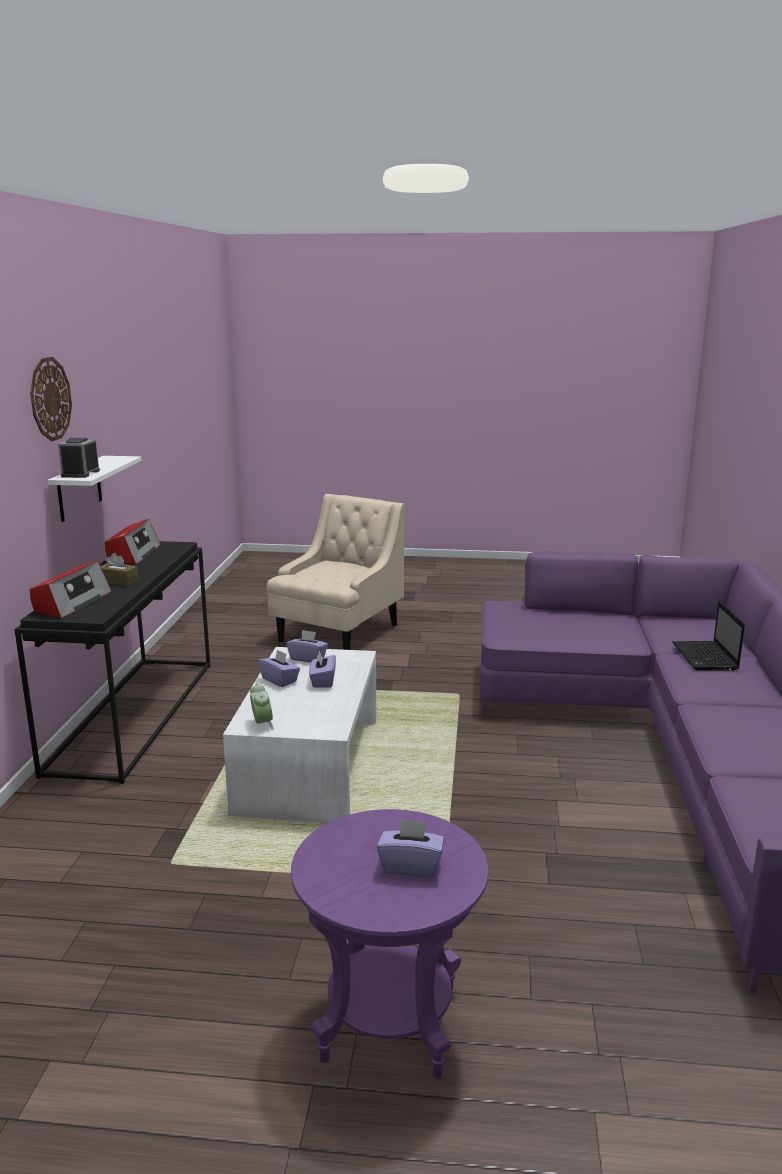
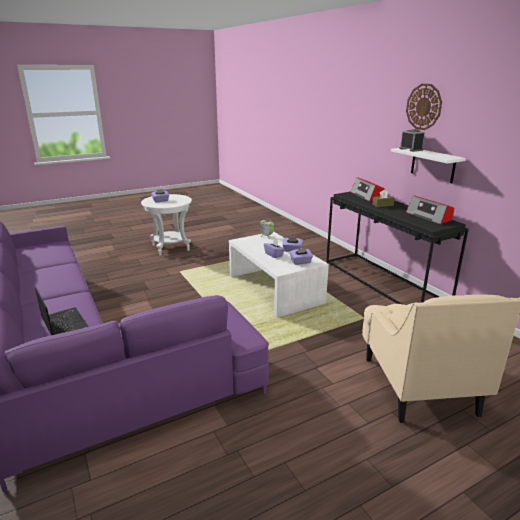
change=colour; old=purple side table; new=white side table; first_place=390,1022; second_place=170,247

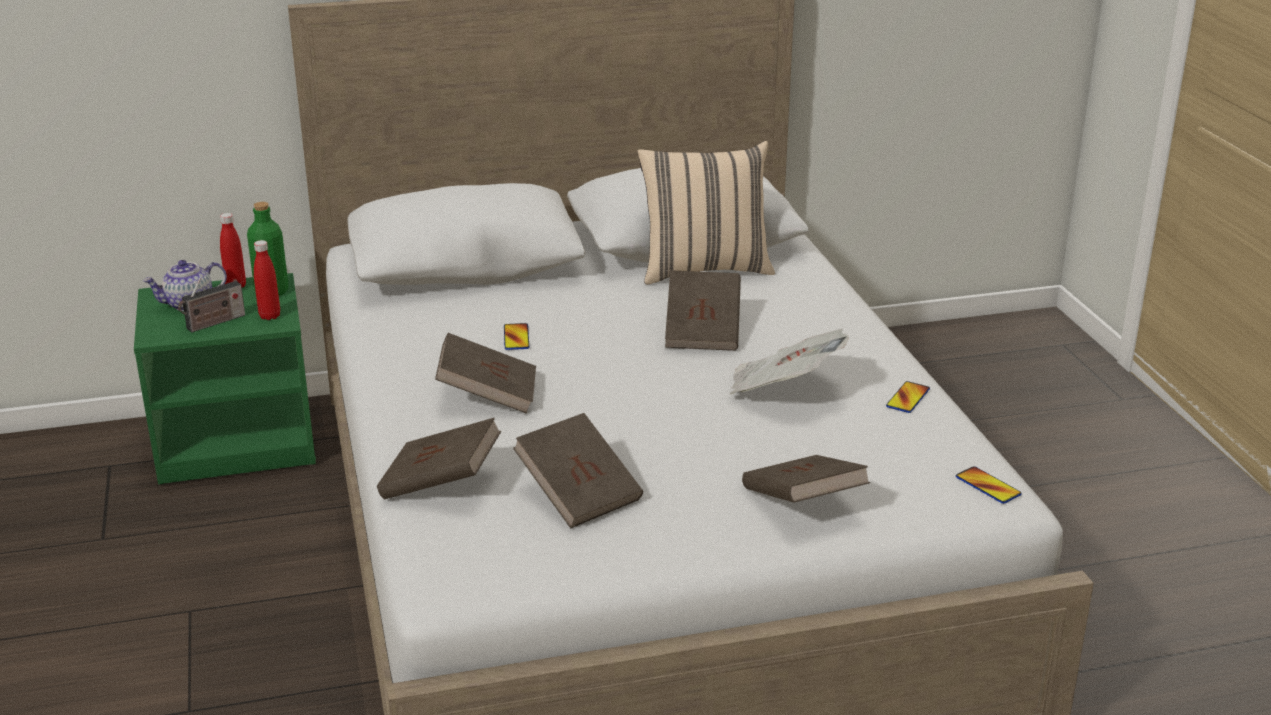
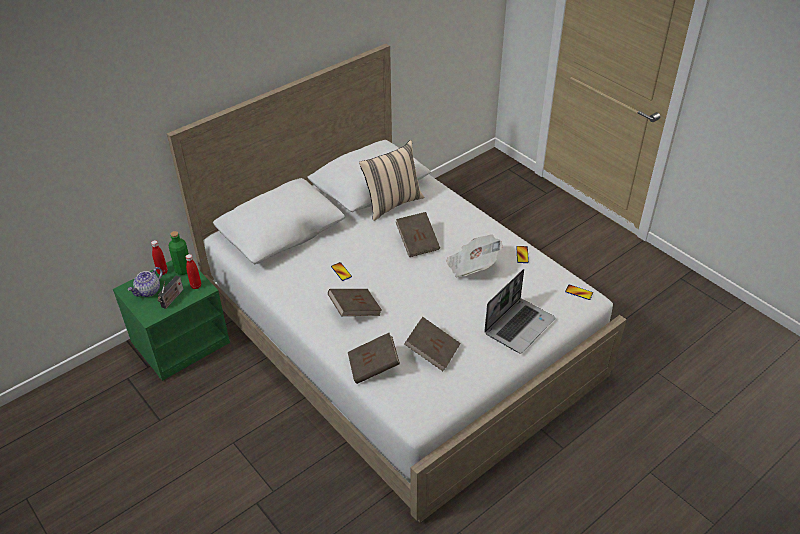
change=exchanged; old=brown book; new=laptop; first_place=802,503; second_place=519,325

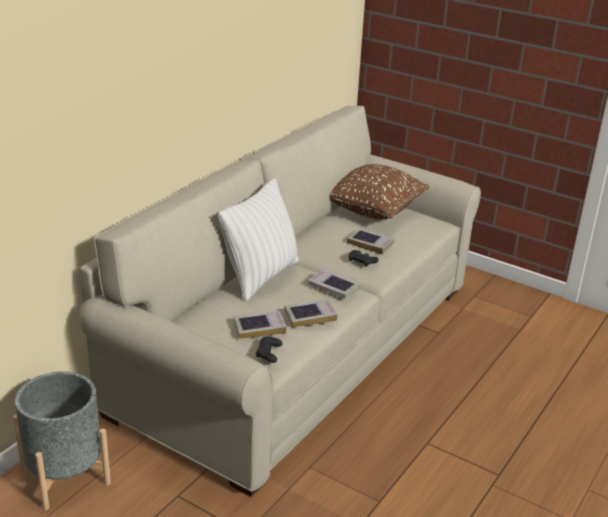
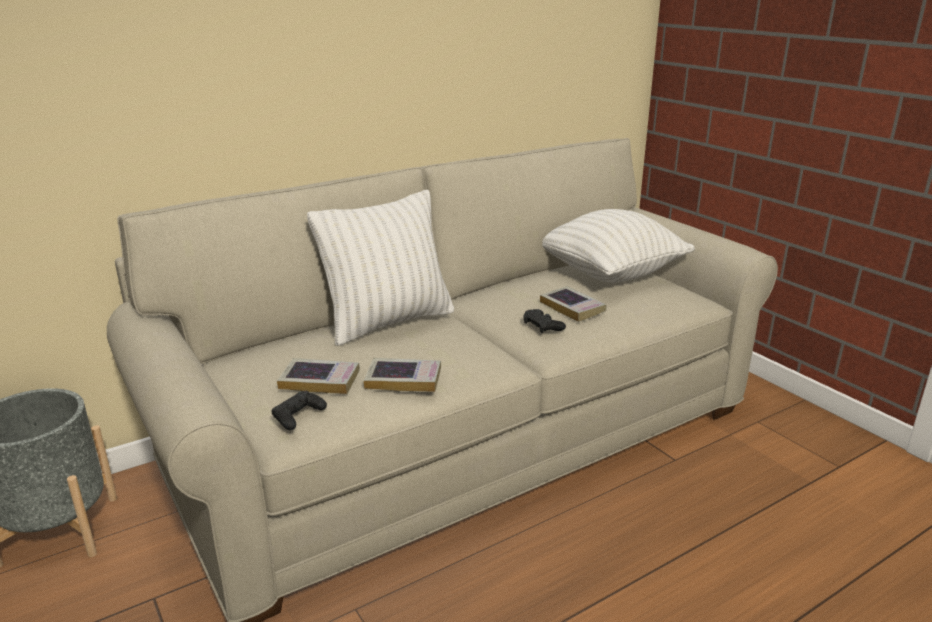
change=colour; old=brown pillow; new=white pillow; first_place=373,211; second_place=609,274
change=missing; old=book; first_place=333,288

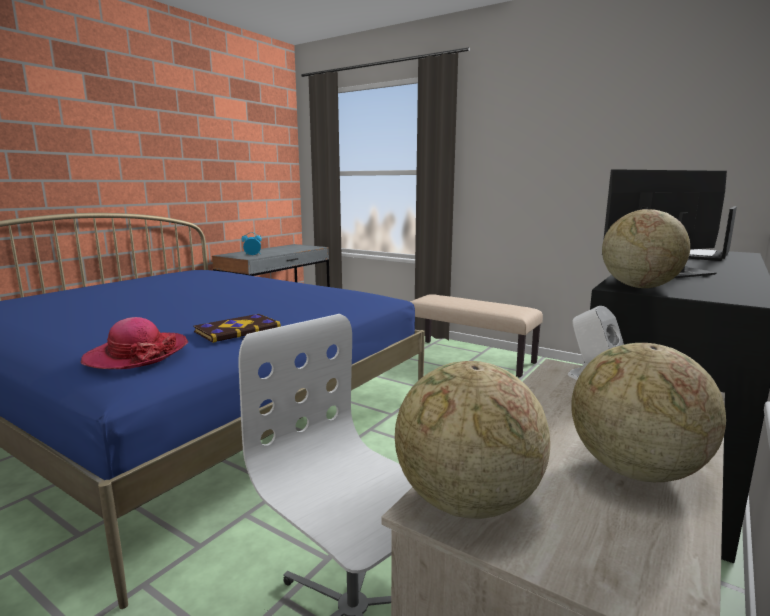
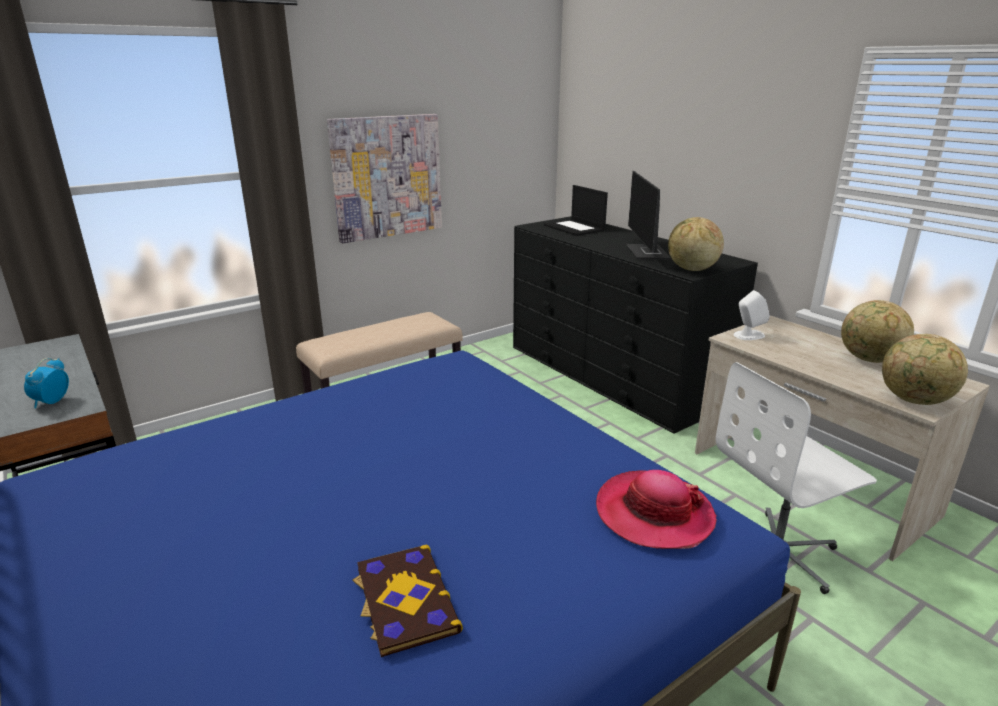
change=relocated; old=book; first_place=237,330; second_place=404,600
change=appeared; new=picture; second_place=387,177

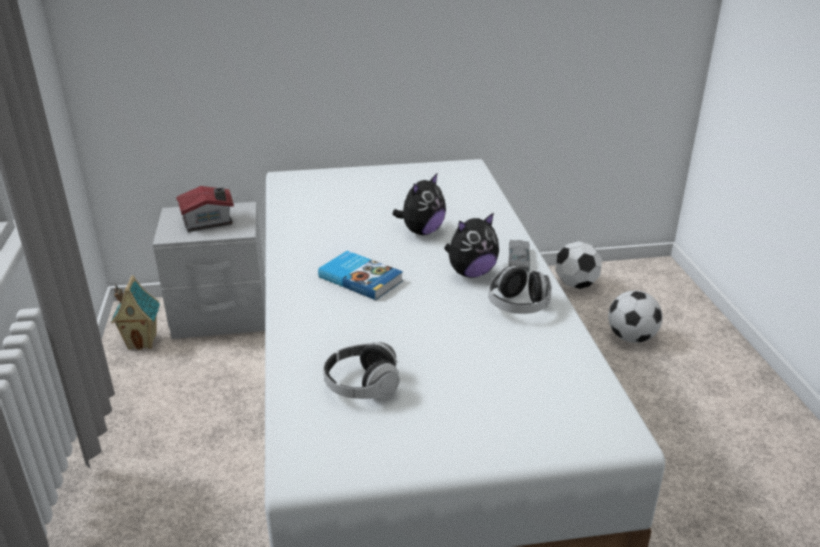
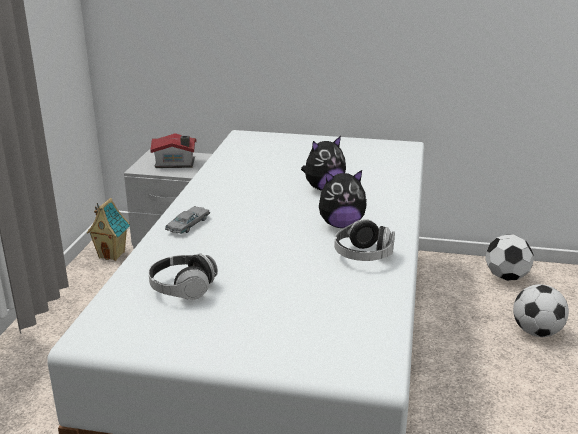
change=relocated; old=grey toy car; first_place=518,260; second_place=189,225
change=missing; old=book; first_place=361,278

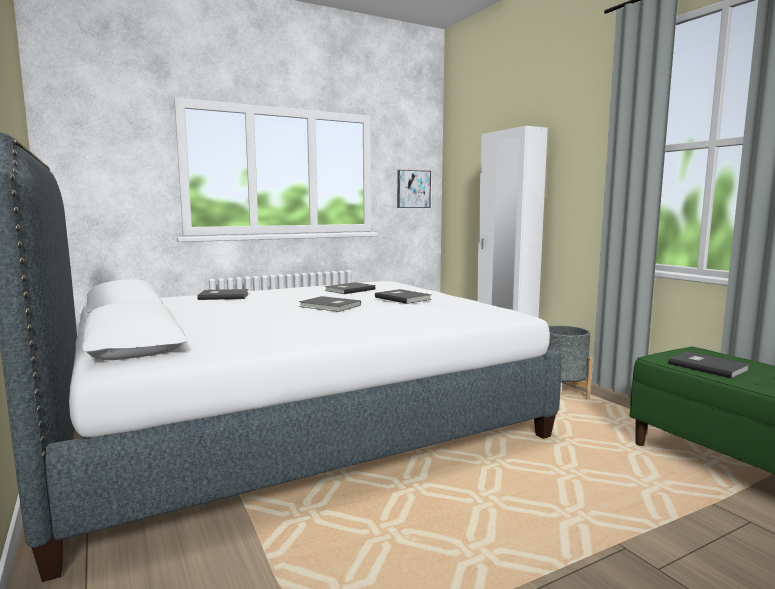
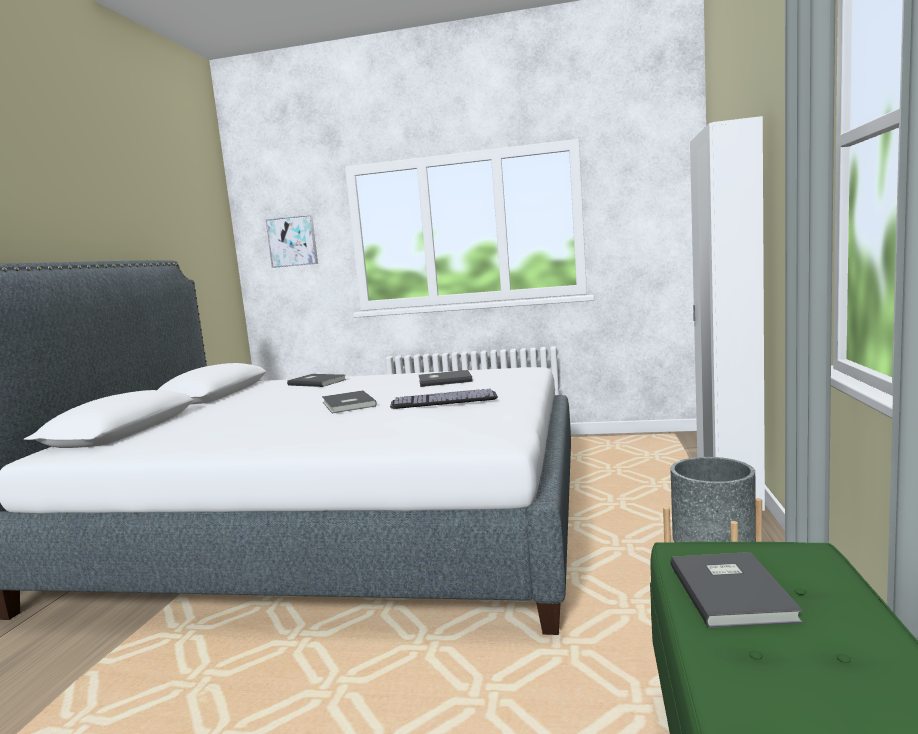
change=relocated; old=picture; first_place=413,189; second_place=293,241
change=exchanged; old=grey book; new=keyboard; first_place=403,298; second_place=444,399

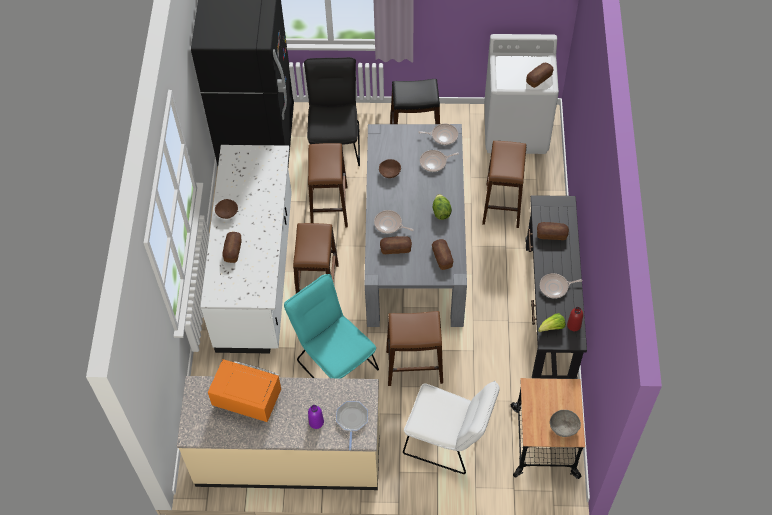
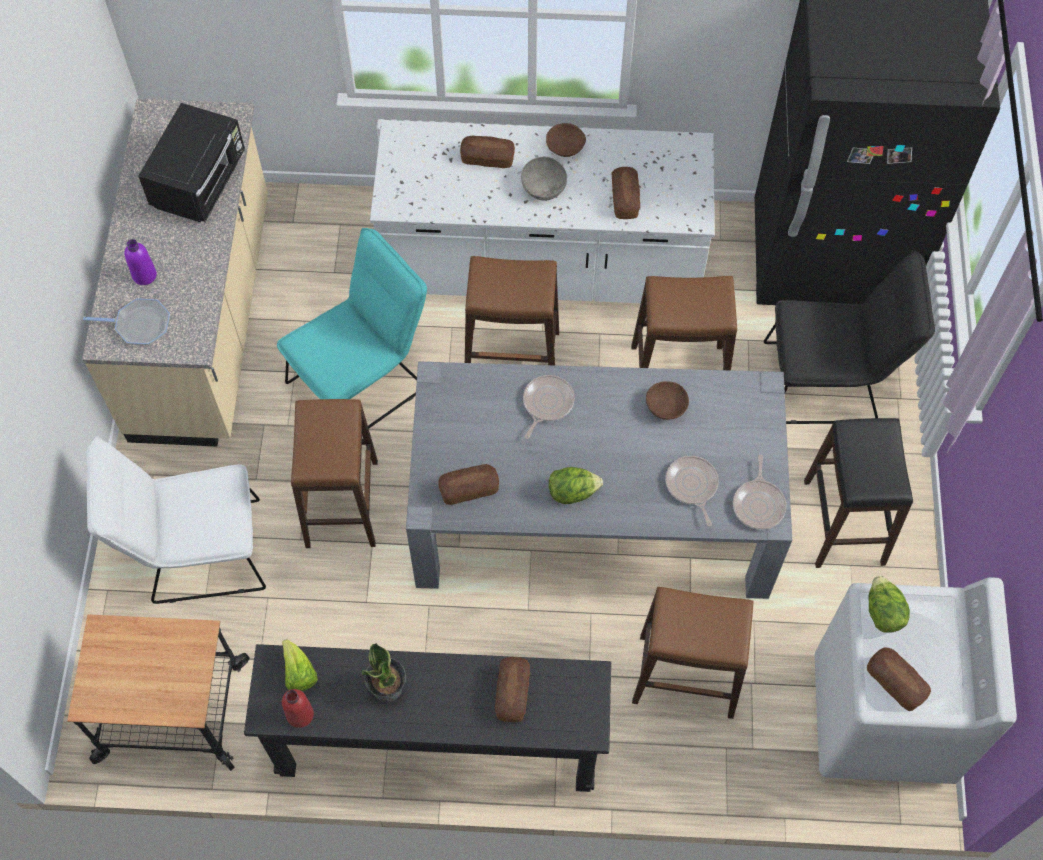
change=relocated; old=bread; first_place=395,248; second_place=624,199
change=exchanged; old=frying pan; new=potted plant; first_place=555,287; second_place=388,688
change=colour; old=orange microwave; new=black microwave; first_place=247,398; second_place=201,182
change=spun; old=white chair; first_place=449,441; second_place=196,552; degrees=60
change=relocated; old=grey bowl; first_place=564,427; second_place=543,187
change=appeared; new=lettuce; second_place=882,612

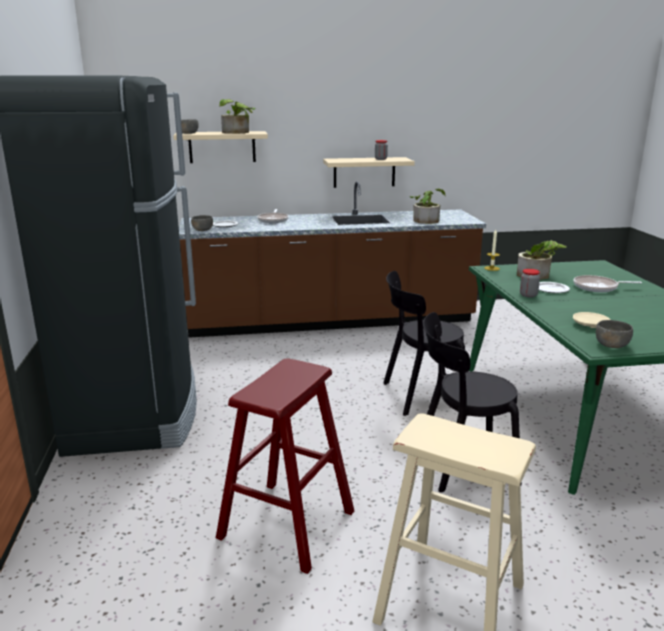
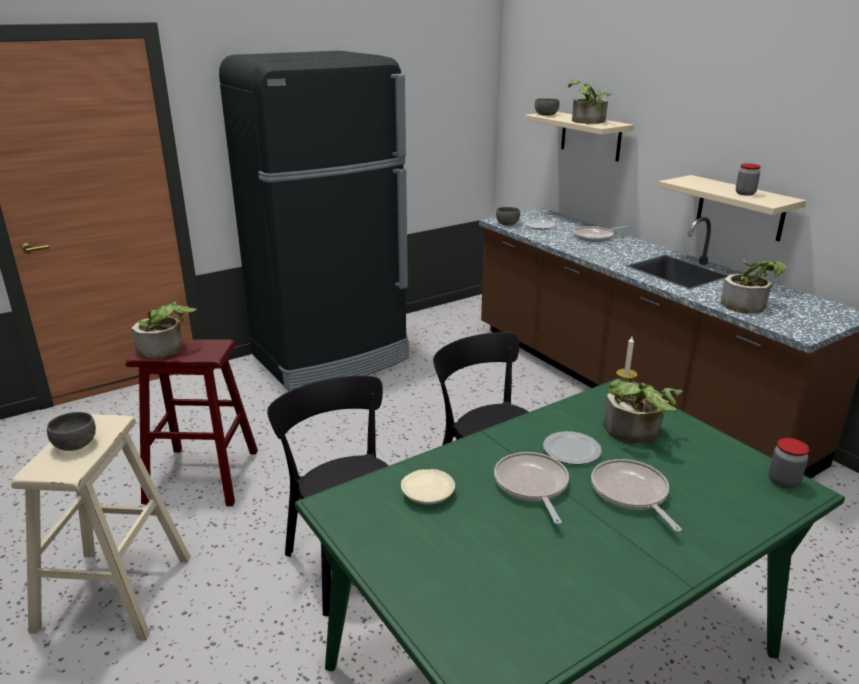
change=relocated; old=jar; first_place=528,295; second_place=783,481
change=relocated; old=grey bowl; first_place=611,345; second_place=74,444
change=appeared; new=potted plant; second_place=167,349
change=appeared; new=frying pan; second_place=532,486

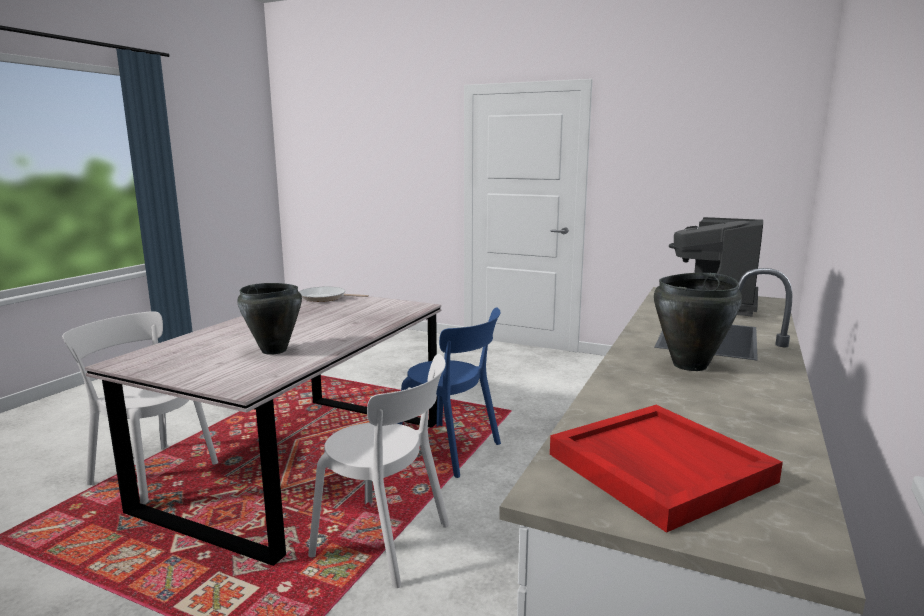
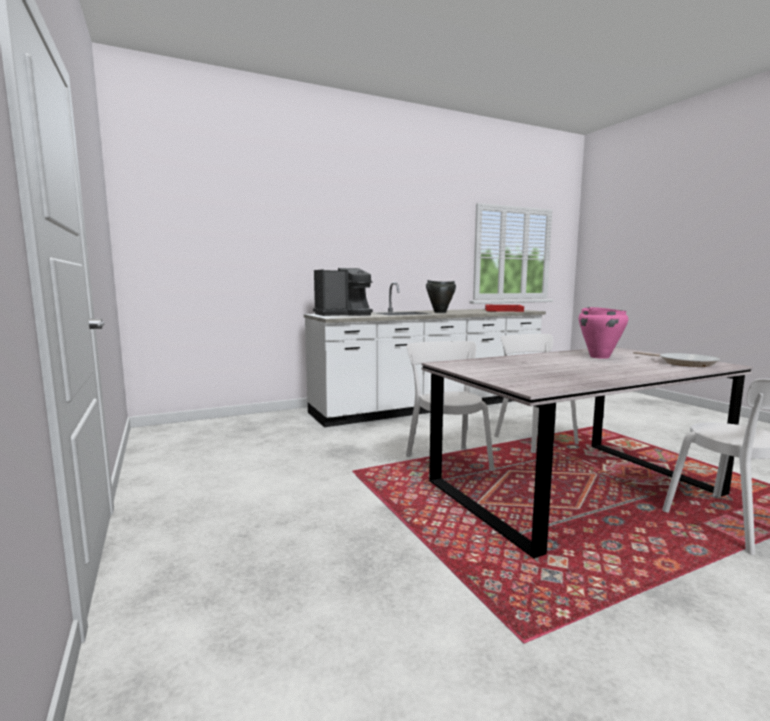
change=colour; old=black cooking pot; new=pink cooking pot; first_place=274,351; second_place=599,357
change=relocated; old=frying pan; first_place=325,298; second_place=684,363
change=colour; old=blue chair; new=white chair; first_place=452,450; second_place=446,461

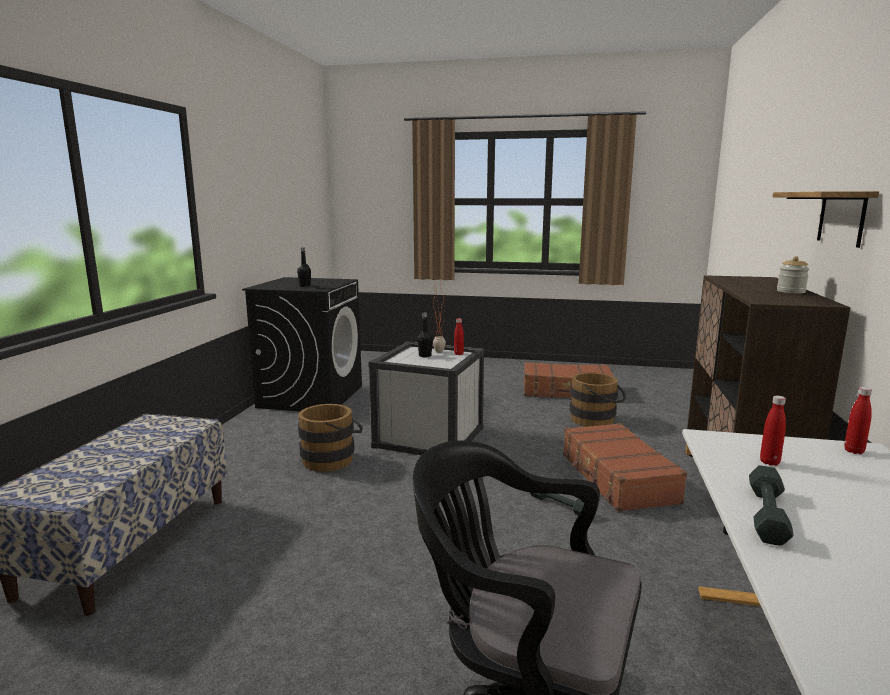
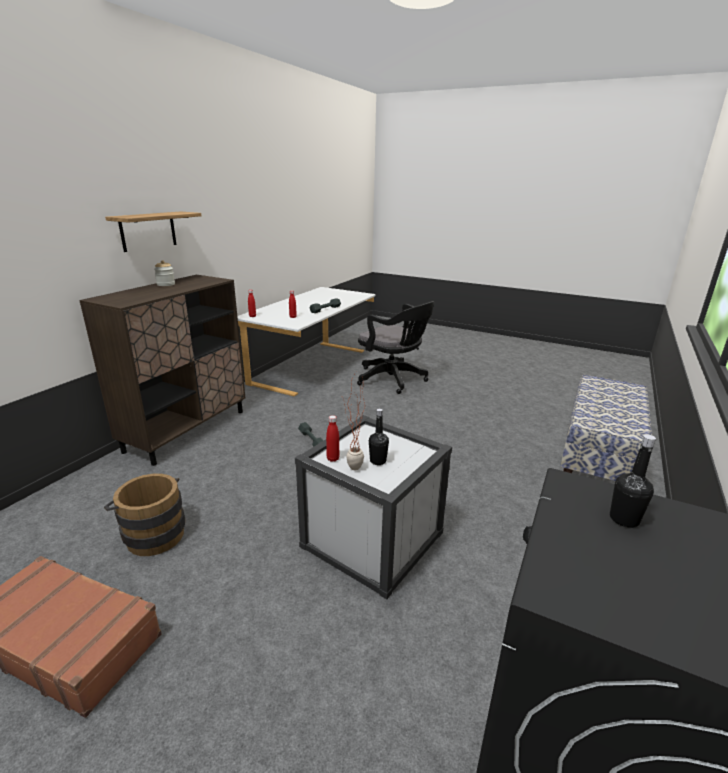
change=missing; old=brown bucket; first_place=333,459
change=missing; old=brown suitcase; first_place=617,478

